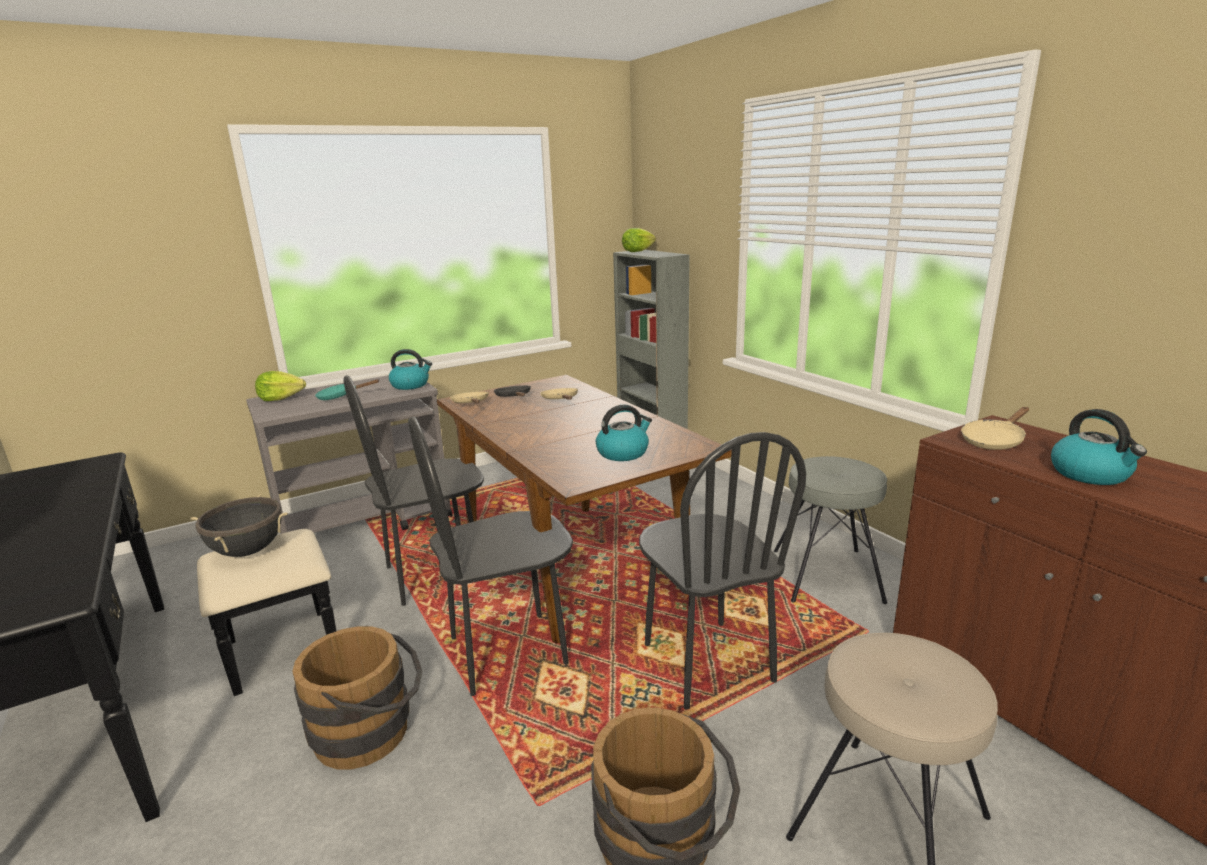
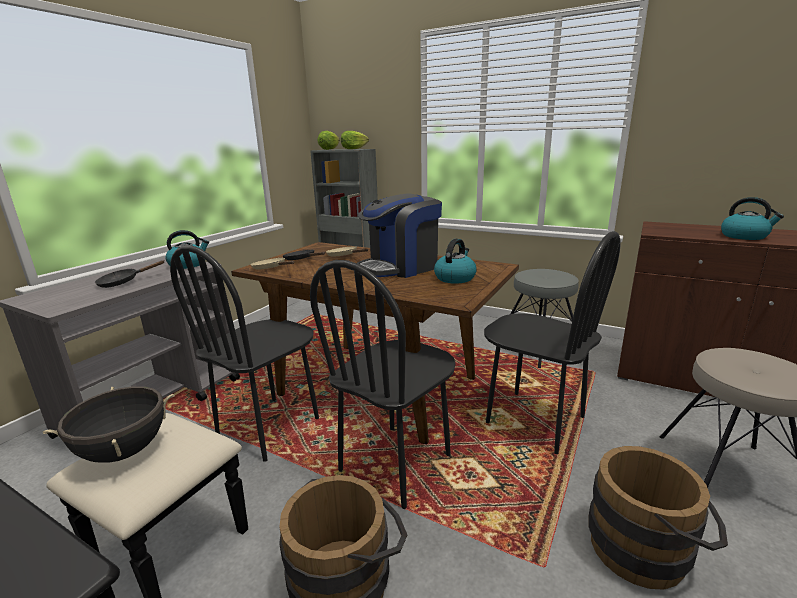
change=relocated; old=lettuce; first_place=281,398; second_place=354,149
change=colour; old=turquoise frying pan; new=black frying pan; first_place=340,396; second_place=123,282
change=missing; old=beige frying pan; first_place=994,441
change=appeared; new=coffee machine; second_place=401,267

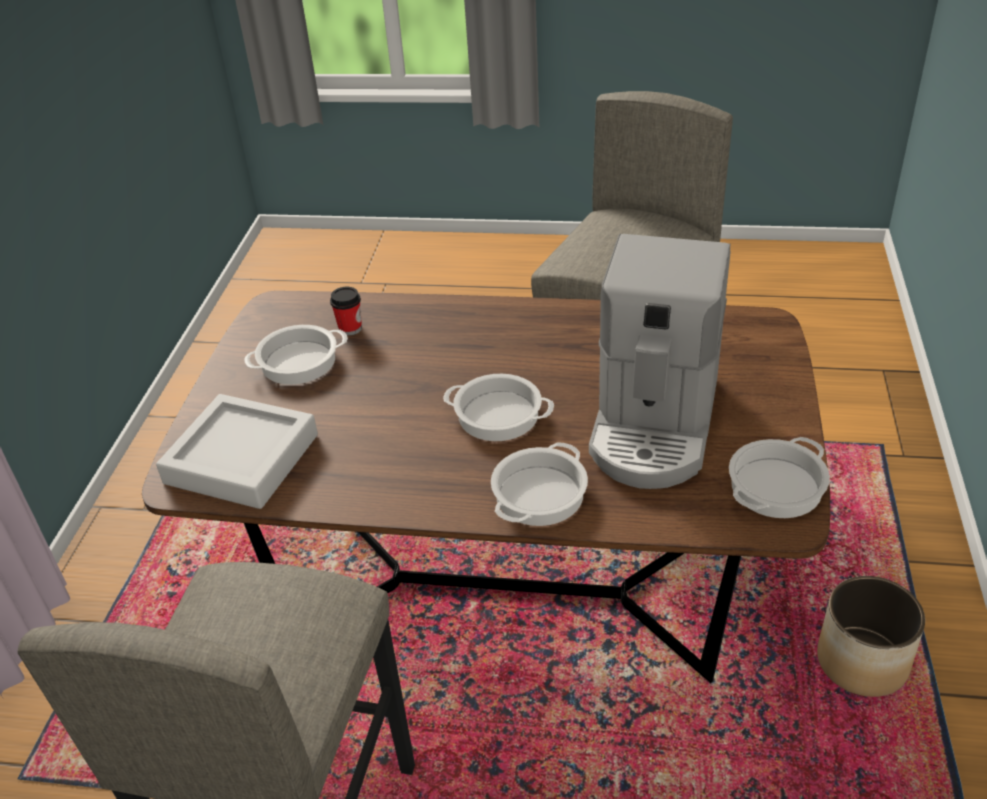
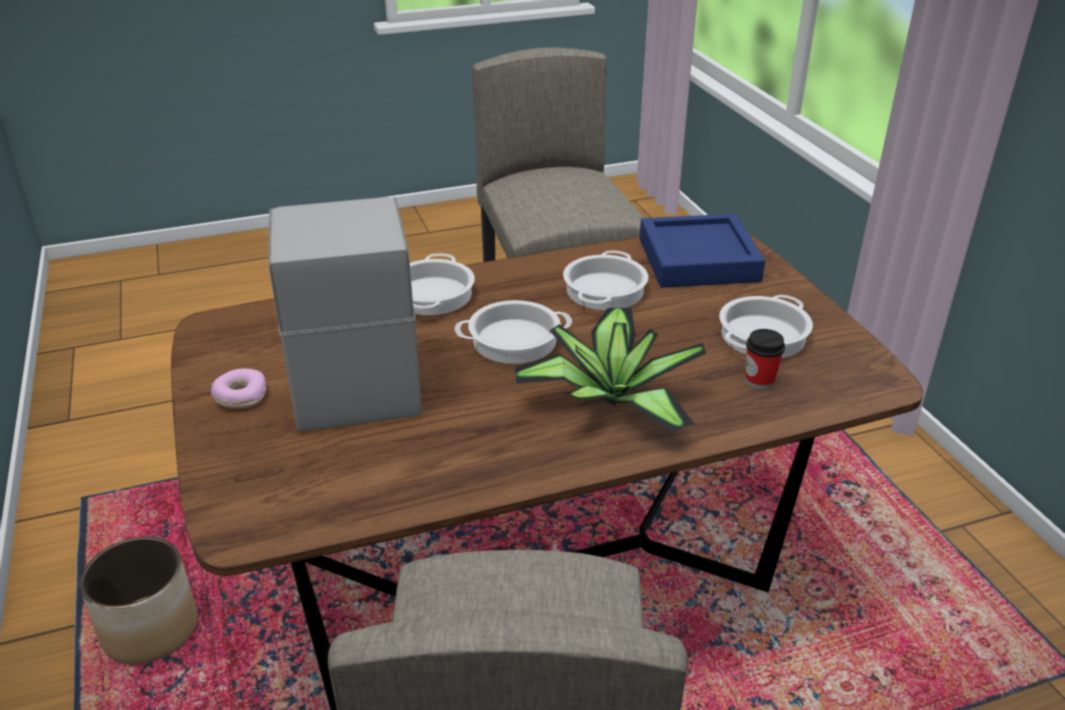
change=colour; old=grey tray; new=blue tray; first_place=242,459; second_place=698,260
change=relocated; old=cooking pot; first_place=776,487; second_place=604,290
change=appeared; new=potted plant; second_place=609,399
change=appeared; new=donut; second_place=240,396

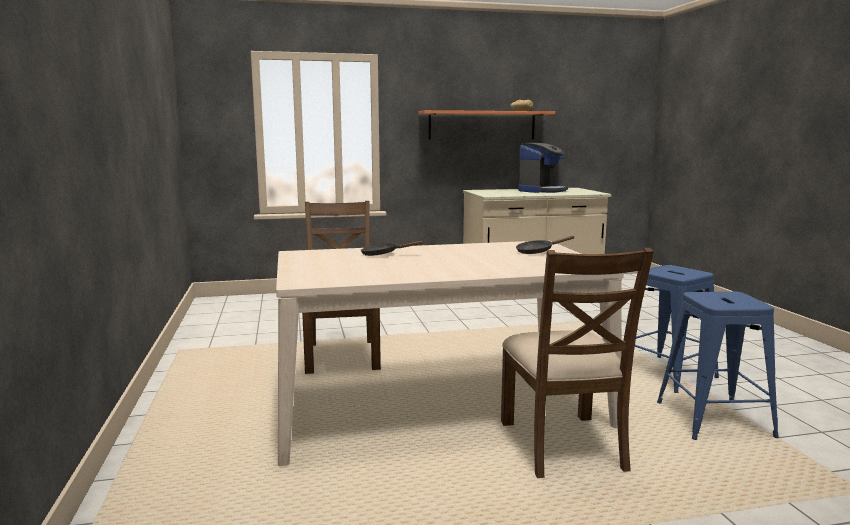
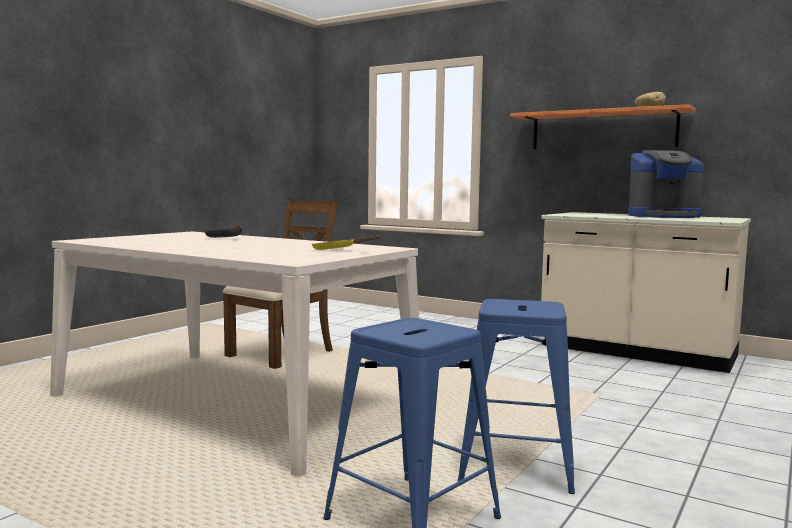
change=colour; old=black frying pan; new=yellow frying pan; first_place=538,252; second_place=338,250
change=missing; old=brown chair; first_place=563,445

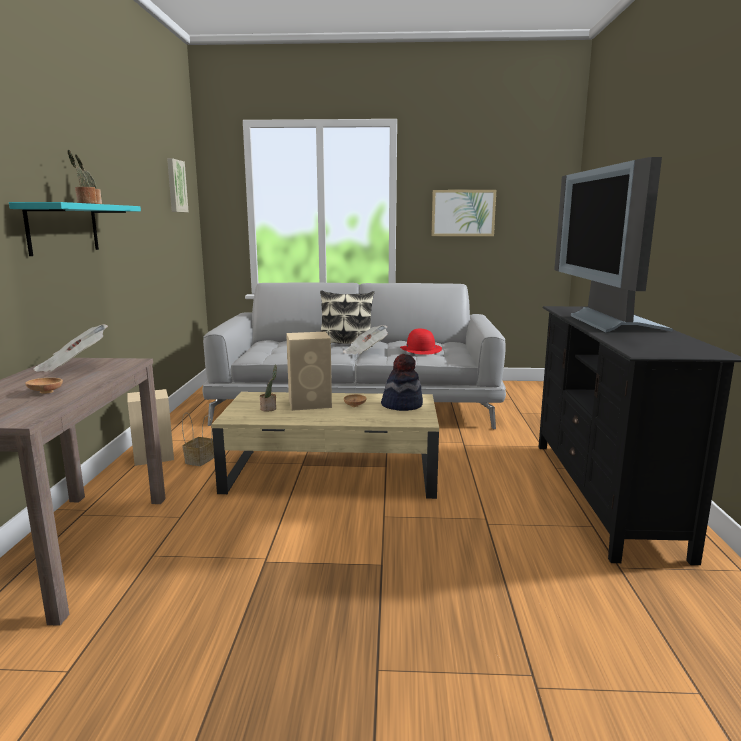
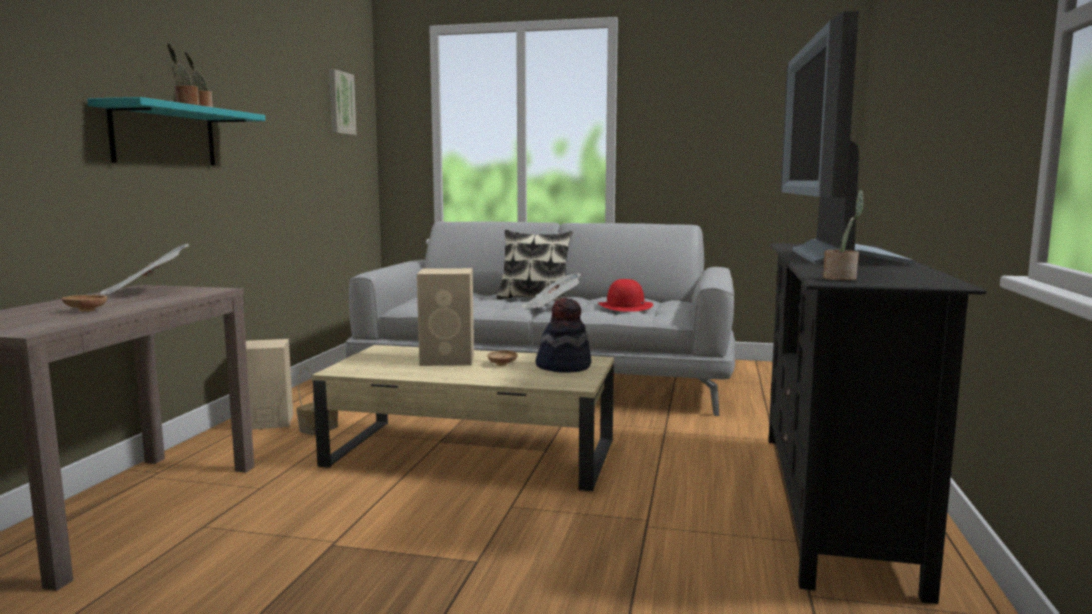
change=missing; old=picture; first_place=463,213
change=relocated; old=potted plant; first_place=269,408; second_place=841,278

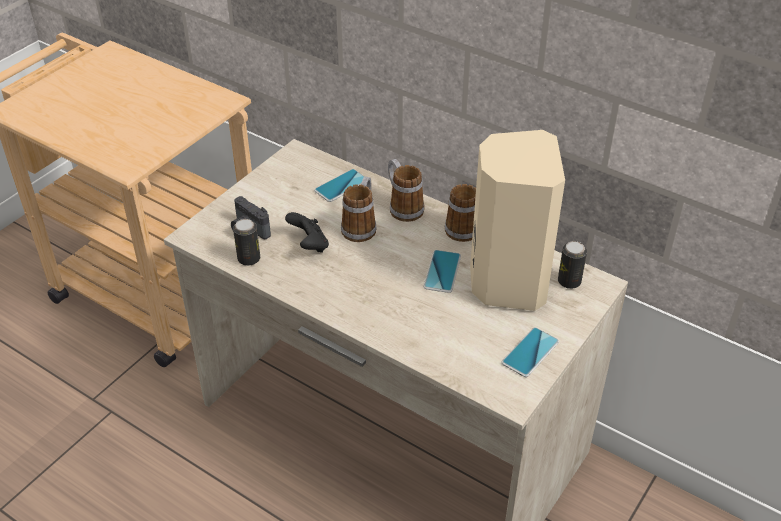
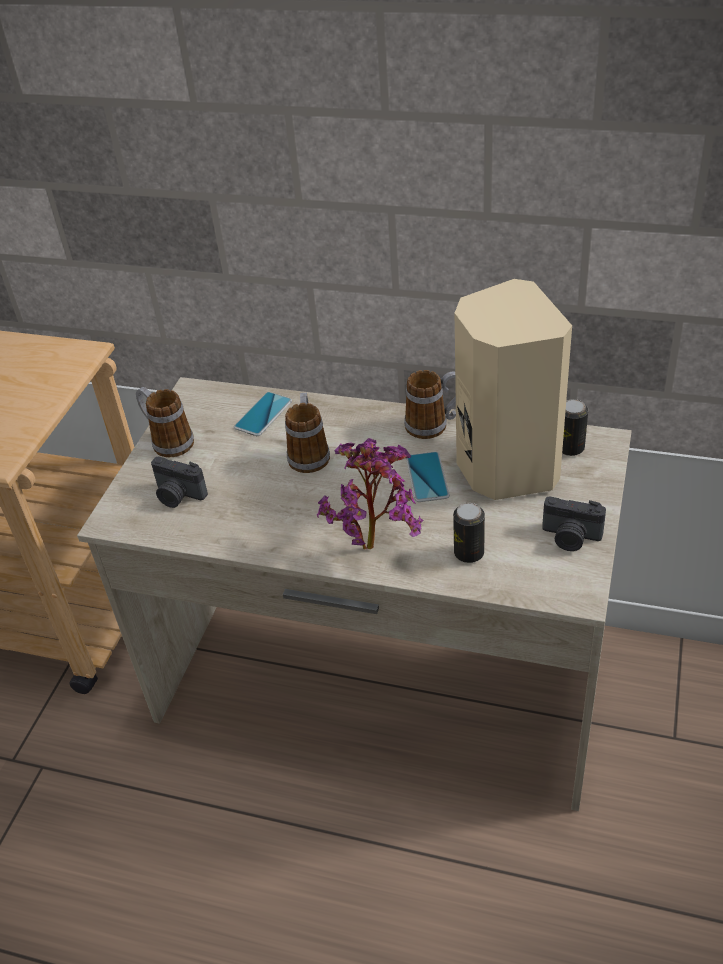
change=relocated; old=mug; first_place=402,207; second_place=167,441
change=missing; old=black game controller; first_place=309,245
change=relocated; old=can; first_place=249,259; second_place=469,553
change=exchanged; old=phone; new=photo camera; first_place=530,352; second_place=570,538
change=appeared; new=potted plant; second_place=376,544

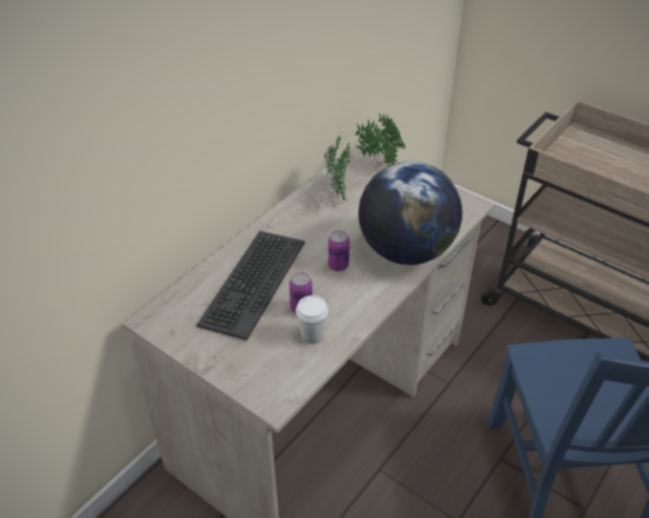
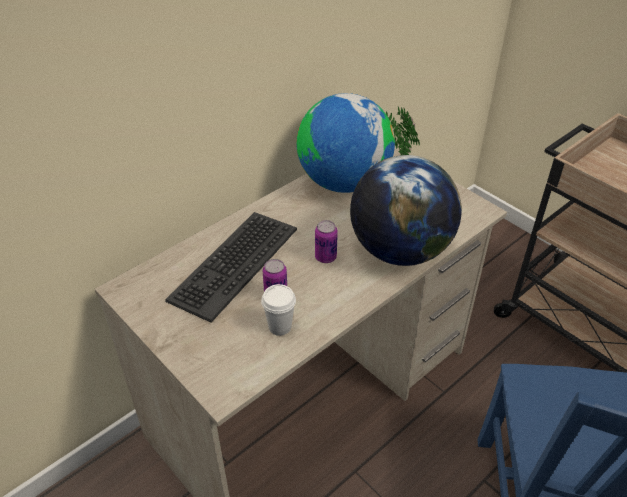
change=exchanged; old=potted plant; new=globe; first_place=337,192; second_place=344,182

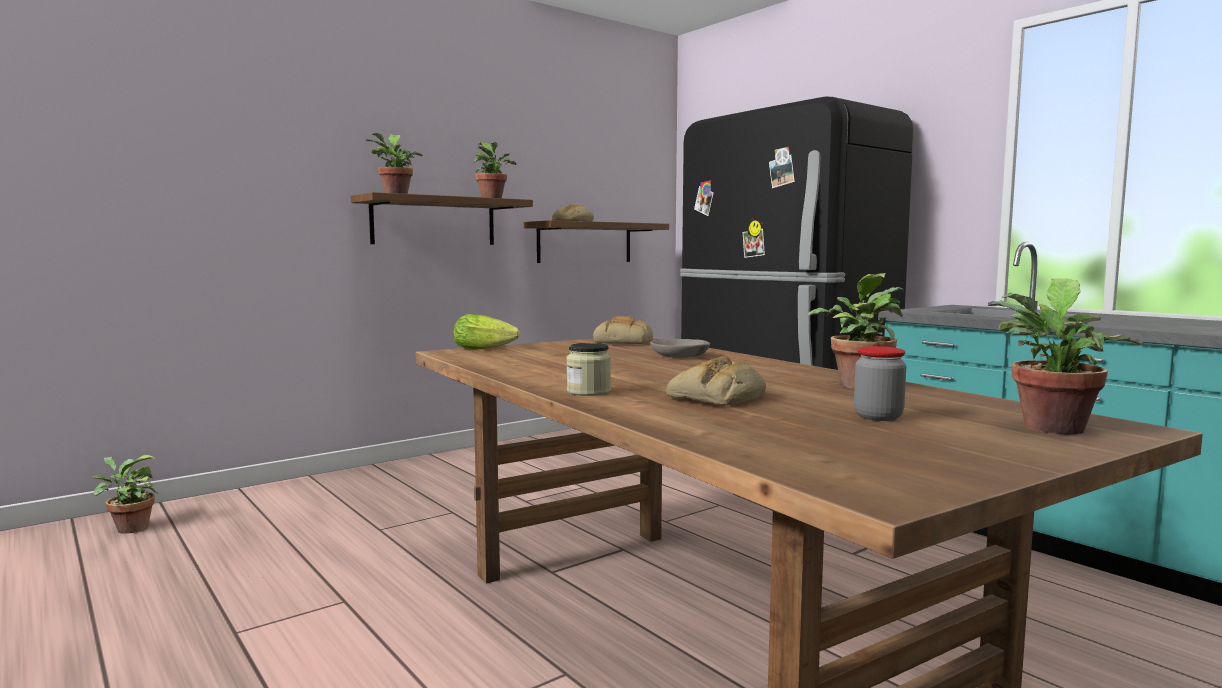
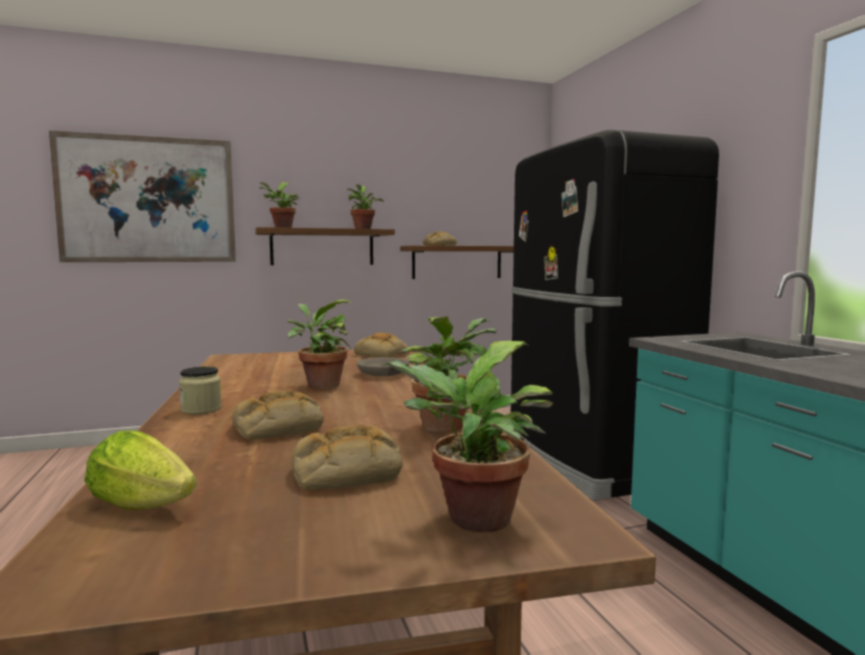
change=relocated; old=lettuce; first_place=487,349; second_place=146,505
change=exchanged; old=jar; new=bread; first_place=878,417; second_place=345,472
change=relocated; old=potted plant; first_place=129,528; second_place=320,385
change=appeared; new=picture; second_place=148,200

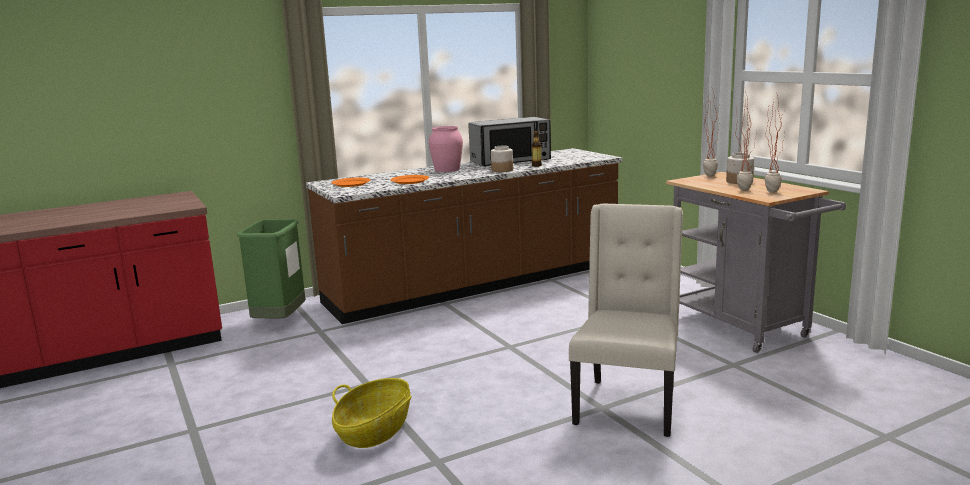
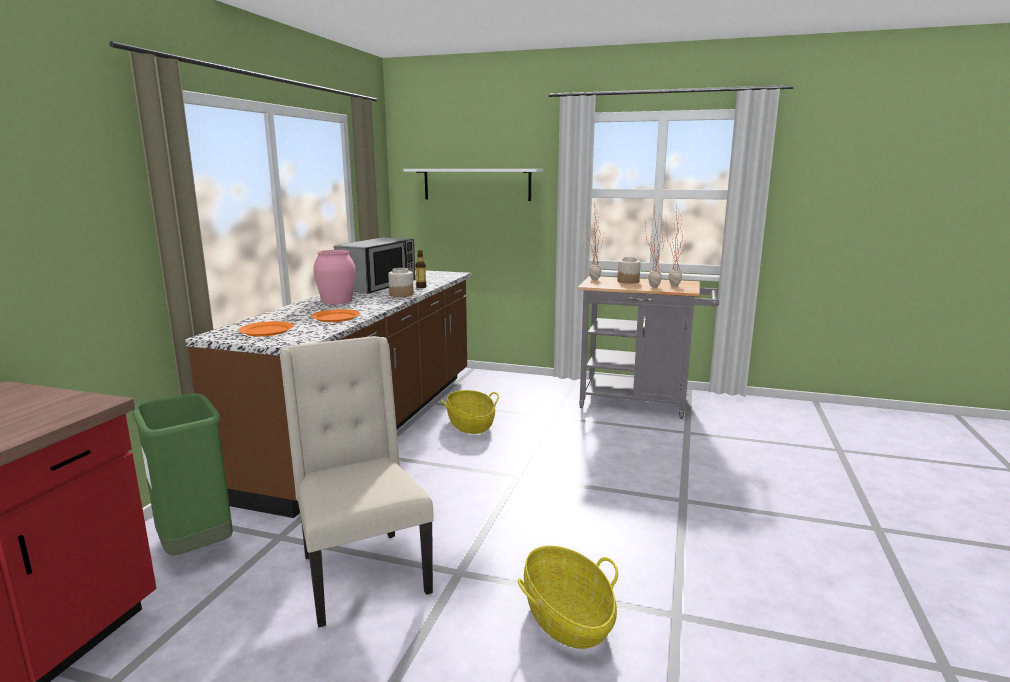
change=relocated; old=beige chair; first_place=627,405; second_place=362,573
change=appeared; new=white shelf; second_place=476,184
change=appeared; new=basket; second_place=470,424

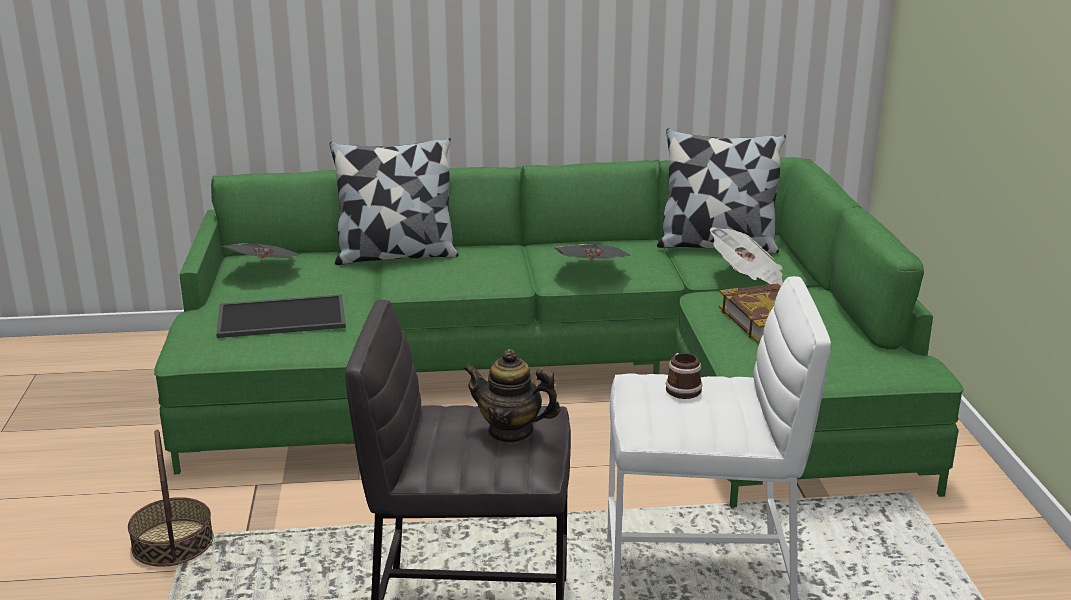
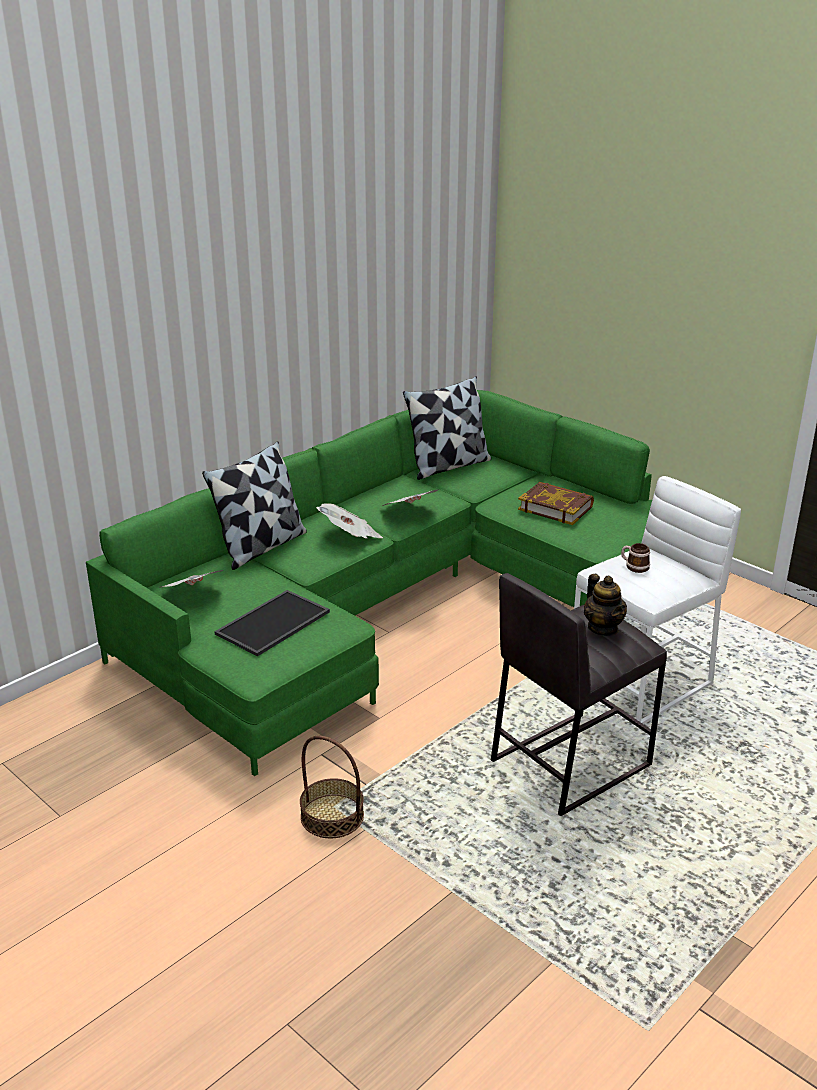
change=relocated; old=newspaper; first_place=747,277; second_place=350,537
change=spun; old=teapot; first_place=510,432; second_place=603,628; degrees=-90

